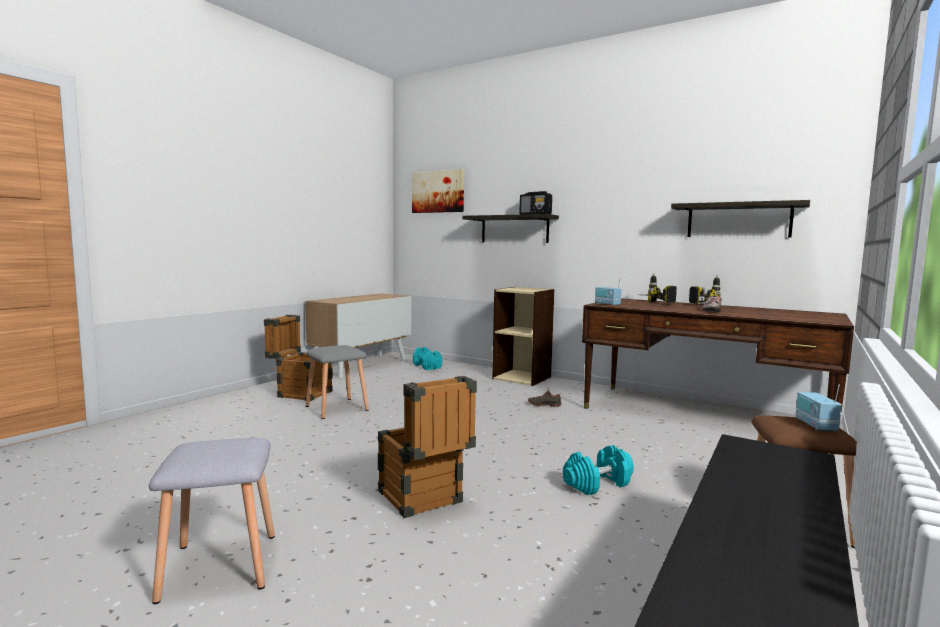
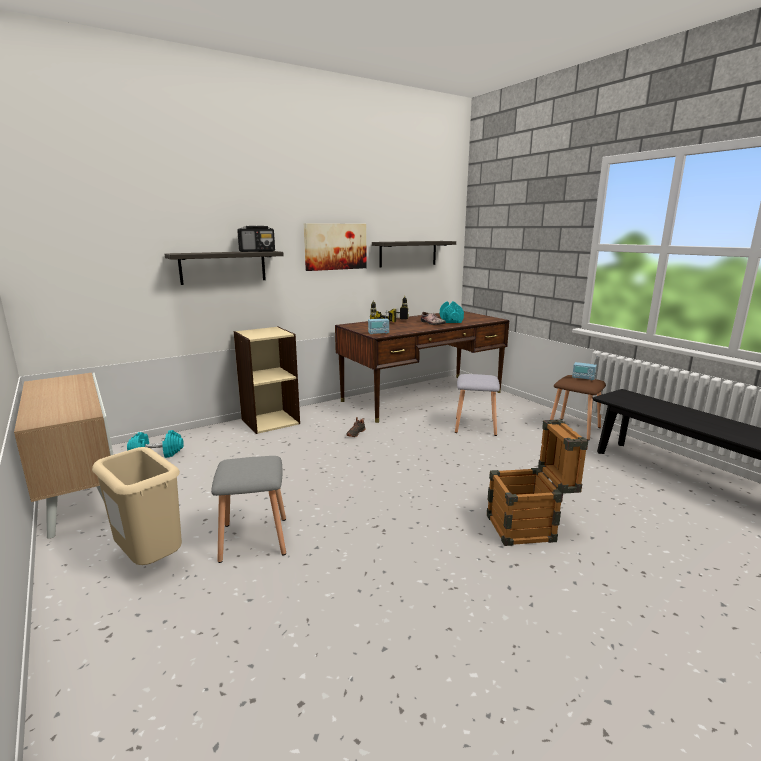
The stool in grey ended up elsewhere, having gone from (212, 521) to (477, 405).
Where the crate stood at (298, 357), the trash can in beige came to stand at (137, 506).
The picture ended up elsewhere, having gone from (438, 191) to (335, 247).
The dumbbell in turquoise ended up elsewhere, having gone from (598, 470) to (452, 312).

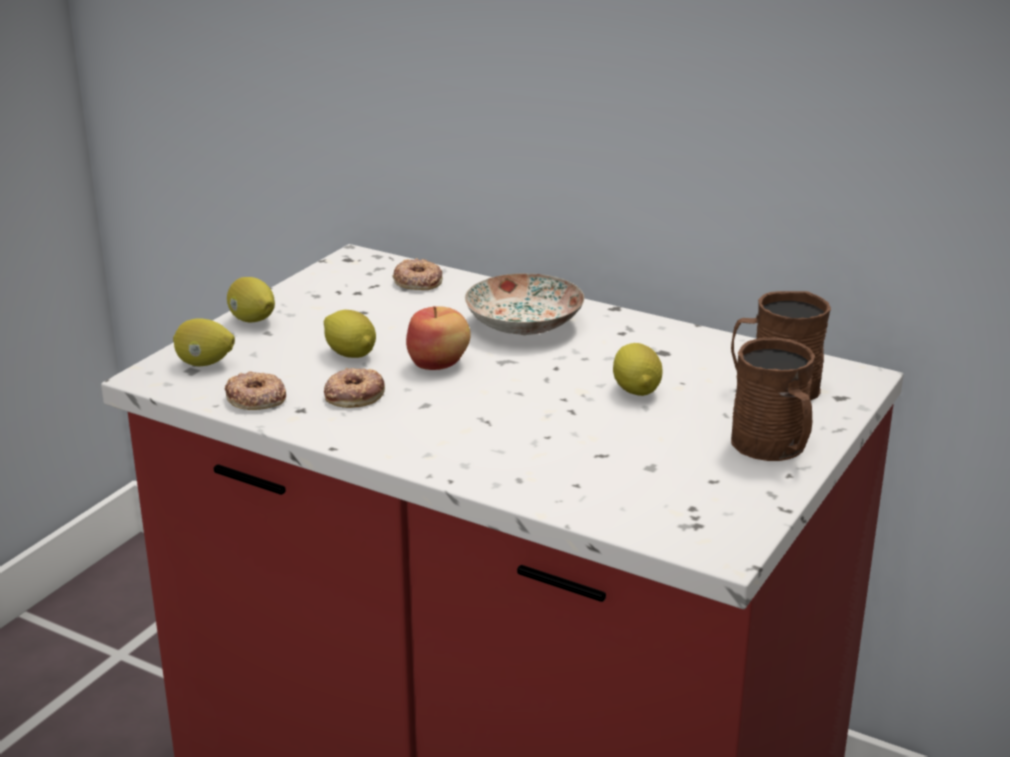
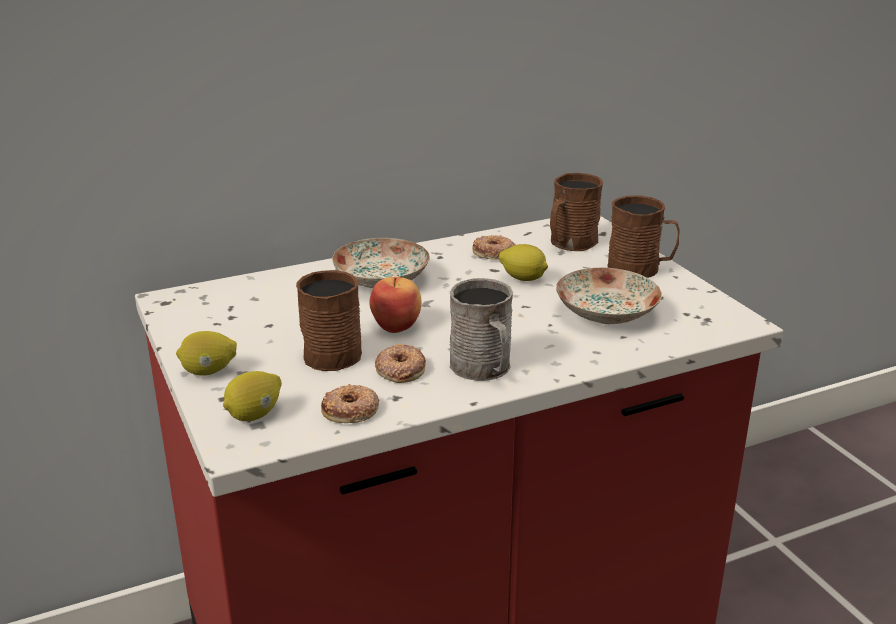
Where the lemon stood at (350, 334), the mug in brown came to stand at (329, 320).
The donut ended up elsewhere, having gone from (417, 274) to (494, 247).
The second view gained the mug in grey at (481, 329).
The second view gained the plate at (609, 296).

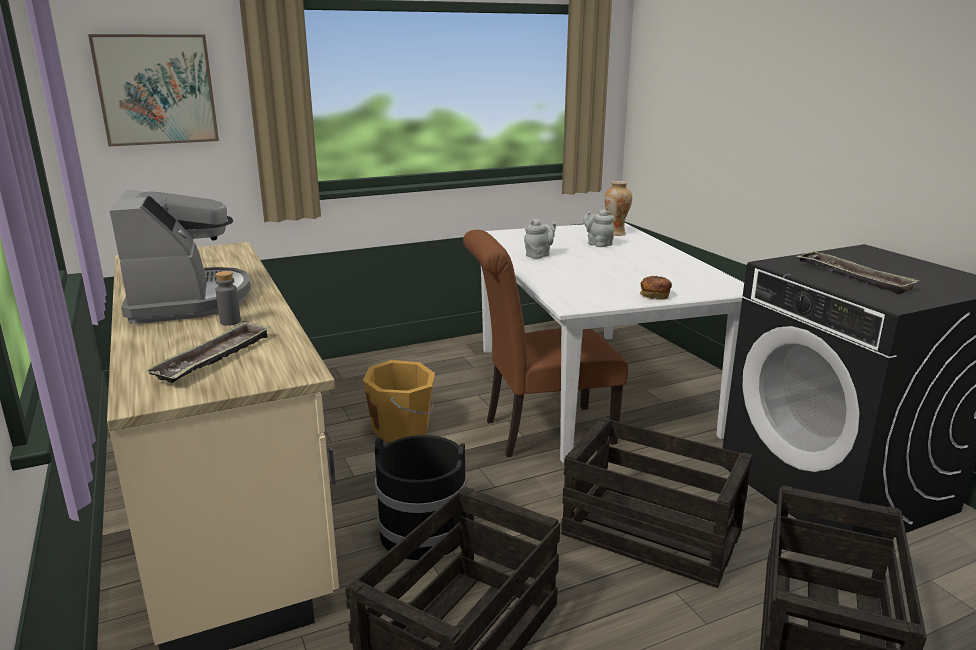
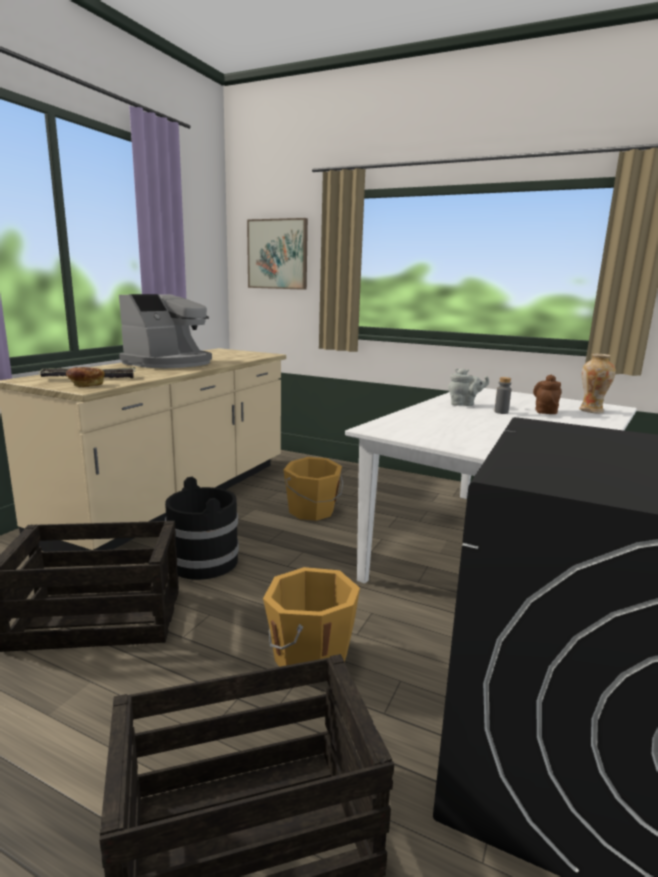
The bottle in grey ended up elsewhere, having gone from (228, 298) to (502, 395).
The second view lost the chair in brown at (545, 343).
Where the crate stood at (657, 502), the bucket in orange came to stand at (311, 617).
What was the teapot in grey at (598, 228) turned into the teapot in brown at (547, 394).
The bread ended up elsewhere, having gone from (656, 288) to (85, 377).
The second view lost the tray at (858, 272).

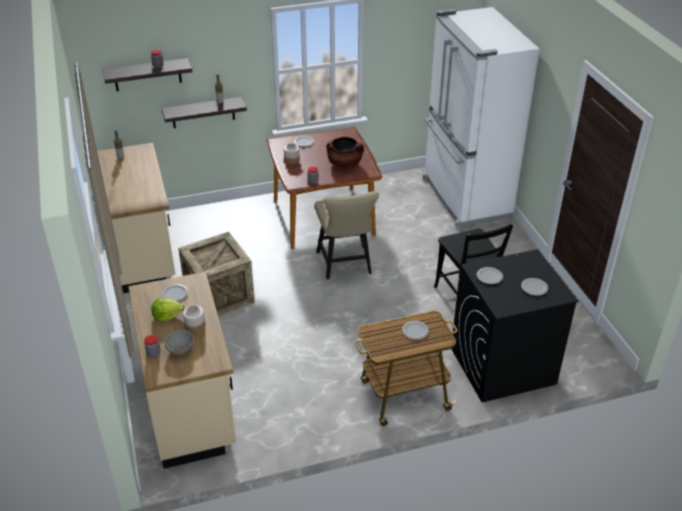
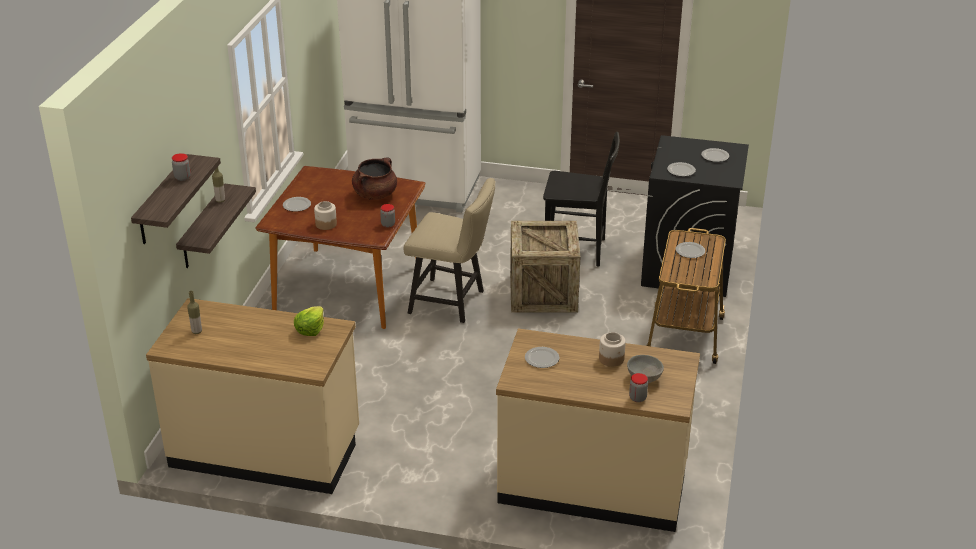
The lettuce ended up elsewhere, having gone from (167, 310) to (309, 321).
The crate ended up elsewhere, having gone from (216, 274) to (545, 267).

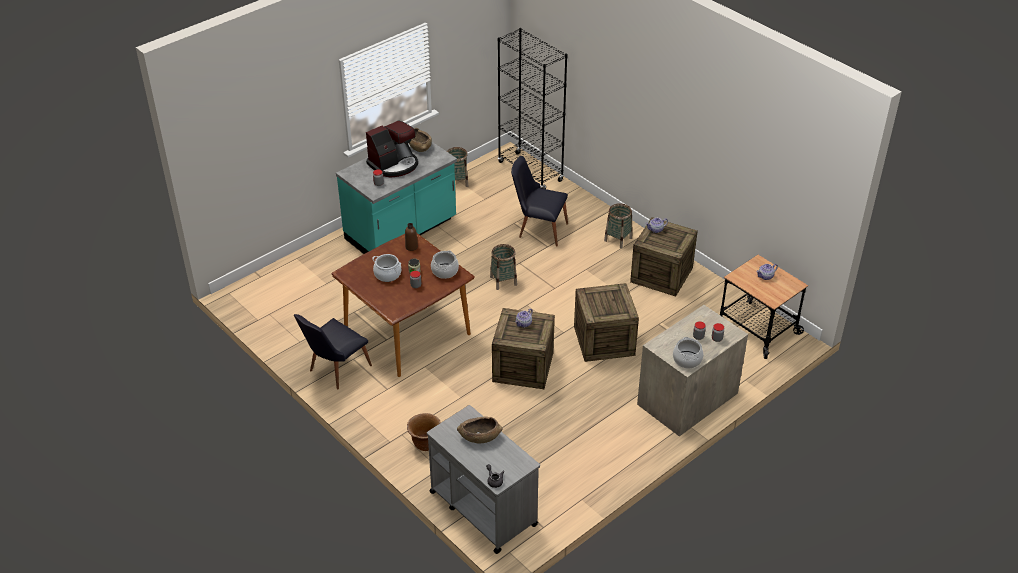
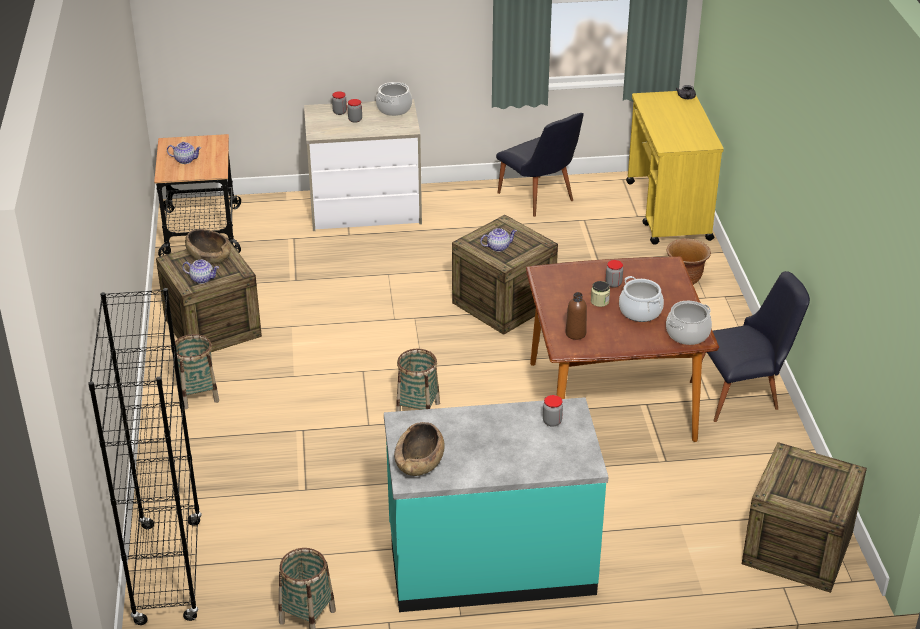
The second view lost the coffee machine at (392, 149).
What was the cart in grey at (483, 479) turned into the cart in yellow at (675, 168).
The cooking pot ended up elsewhere, having gone from (445, 264) to (689, 323).
The bowl in brown ended up elsewhere, having gone from (480, 429) to (208, 246).
The chair in black ended up elsewhere, having gone from (539, 201) to (540, 165).
The crate ended up elsewhere, having gone from (606, 322) to (804, 517).

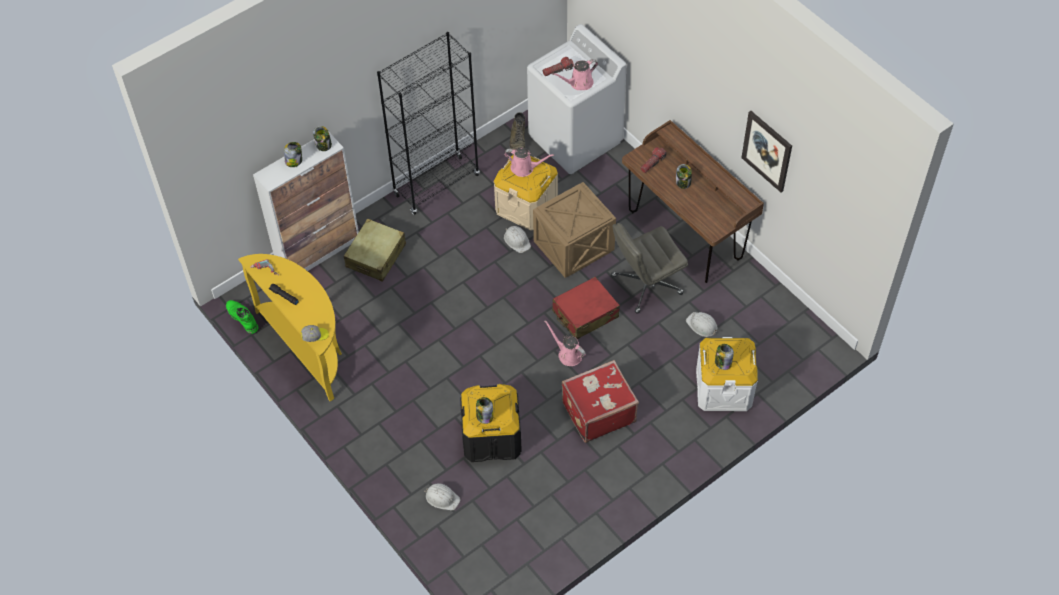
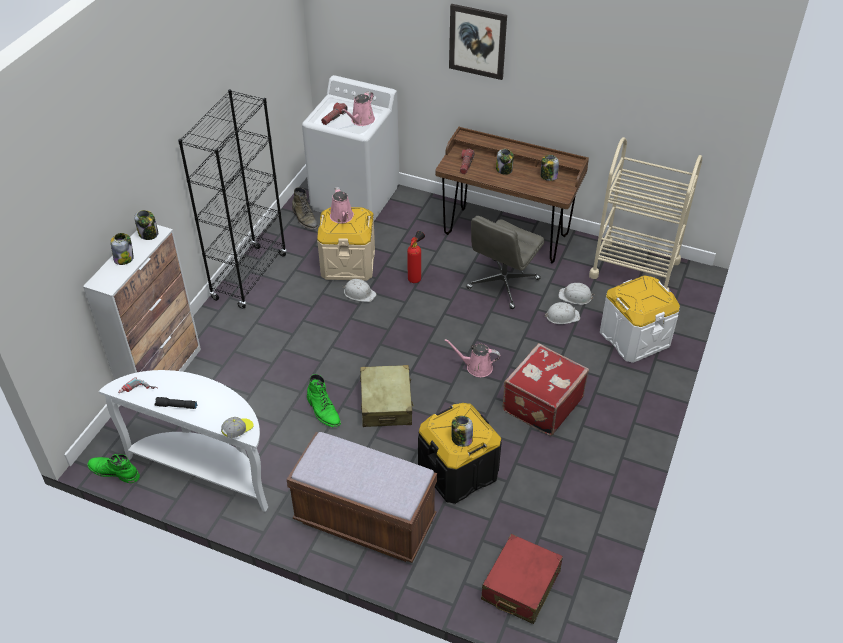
What was the console table in yellow at (290, 327) turned into the console table in white at (183, 441).
The suitcase in beige ended up elsewhere, having gone from (375, 250) to (387, 396).
The hard hat in white ended up elsewhere, having gone from (442, 496) to (562, 313).
The watering can in pink at (529, 162) ended up facing another way, 90 degrees clockwise from before.
Where the crate stood at (574, 230), the fire extinguisher came to stand at (416, 257).
The suitcase in red ended up elsewhere, having gone from (586, 308) to (522, 579).
The jar ended up elsewhere, having gone from (724, 357) to (550, 168).
The picture ended up elsewhere, having gone from (766, 151) to (478, 42).
The second view gained the bench in brown at (361, 497).
The second view gained the boot in green at (324, 400).
The second view gained the cart in beige at (645, 214).

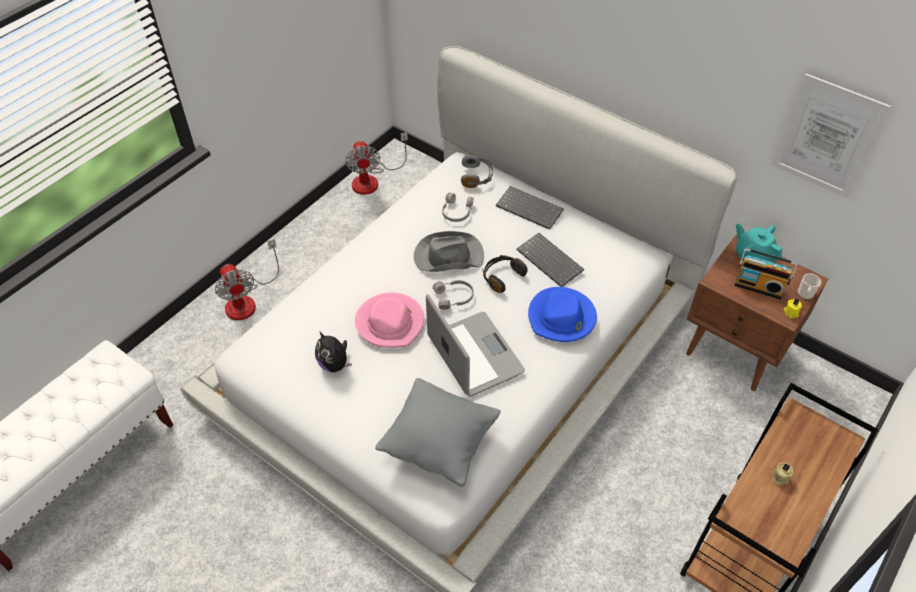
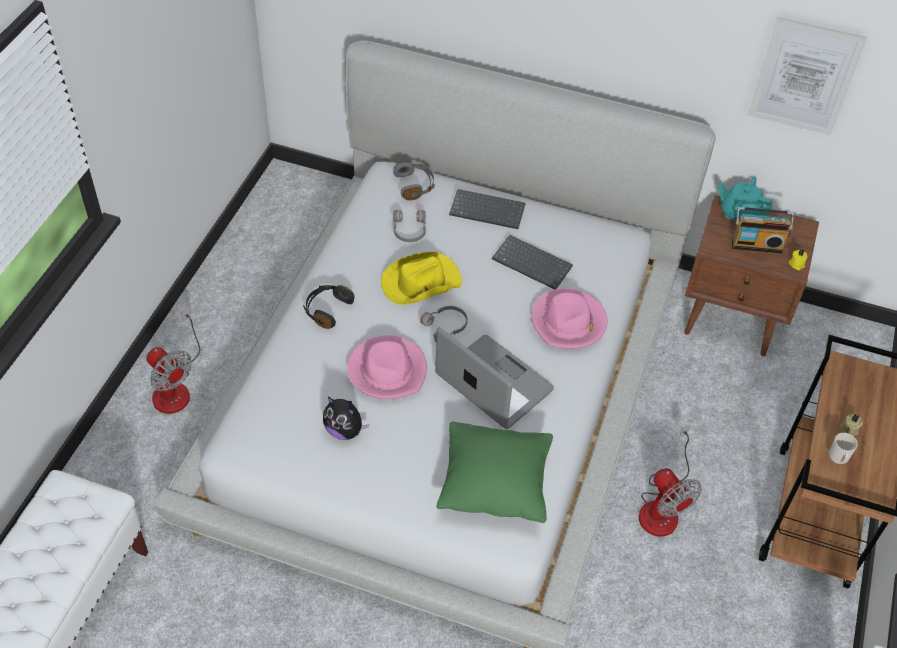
The fan ended up elsewhere, having gone from (376, 163) to (670, 481).
What was the pillow in grey at (438, 432) turned into the pillow in green at (495, 472).
What was the hat in grey at (449, 251) turned into the hat in yellow at (421, 278).
The headphones in black ended up elsewhere, having gone from (505, 274) to (329, 307).
What was the hat in blue at (562, 314) turned into the hat in pink at (570, 319).
The mug ended up elsewhere, having gone from (809, 286) to (843, 448).

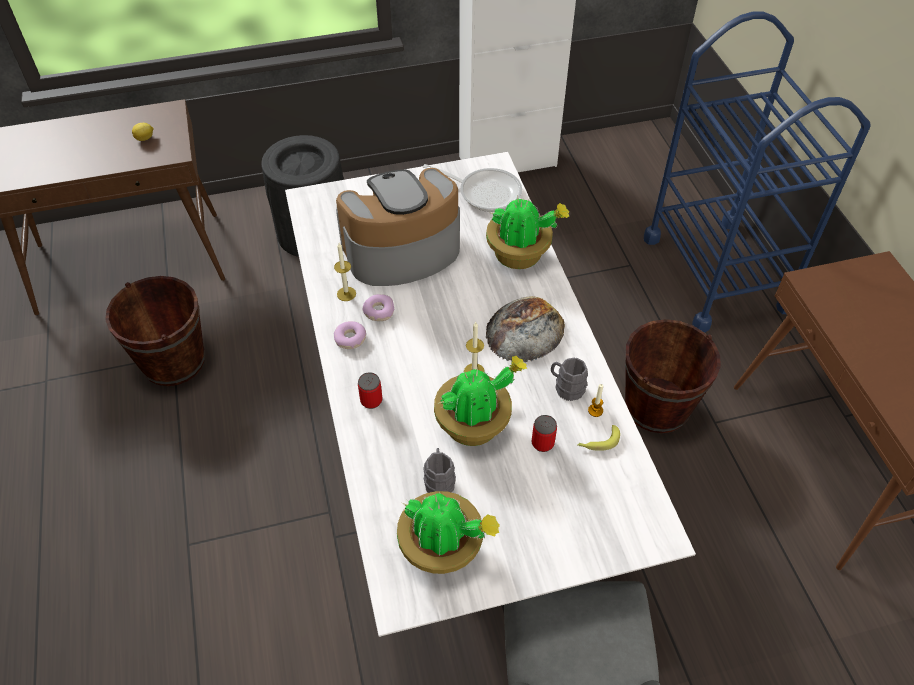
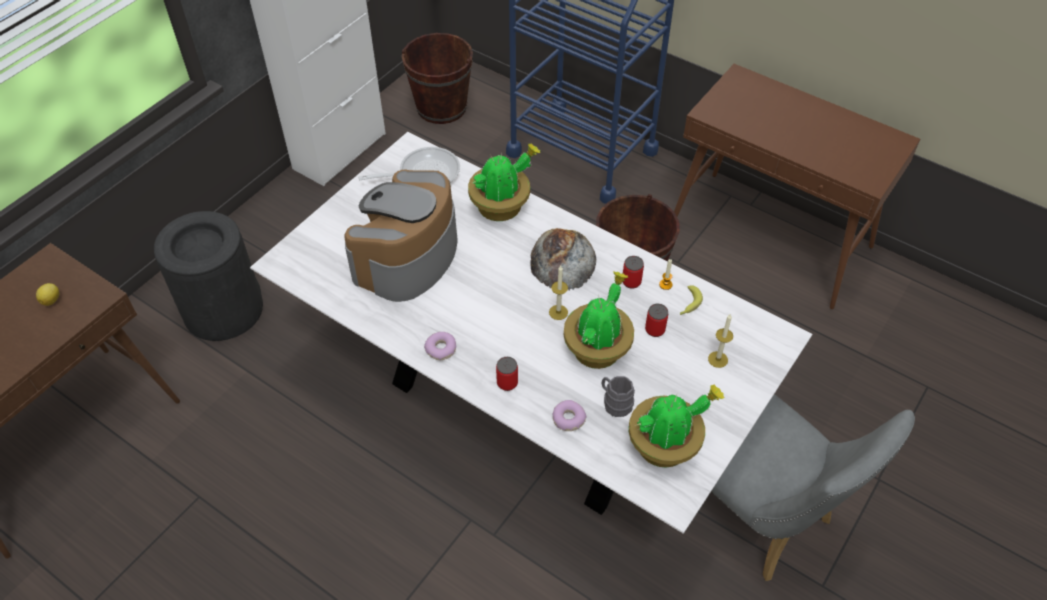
The bucket in brown ended up elsewhere, having gone from (155, 331) to (437, 78).
The candle ended up elsewhere, having gone from (345, 272) to (720, 341).
The donut ended up elsewhere, having gone from (379, 307) to (569, 415).
Where the mug in grey stood at (569, 379), the can came to stand at (633, 272).

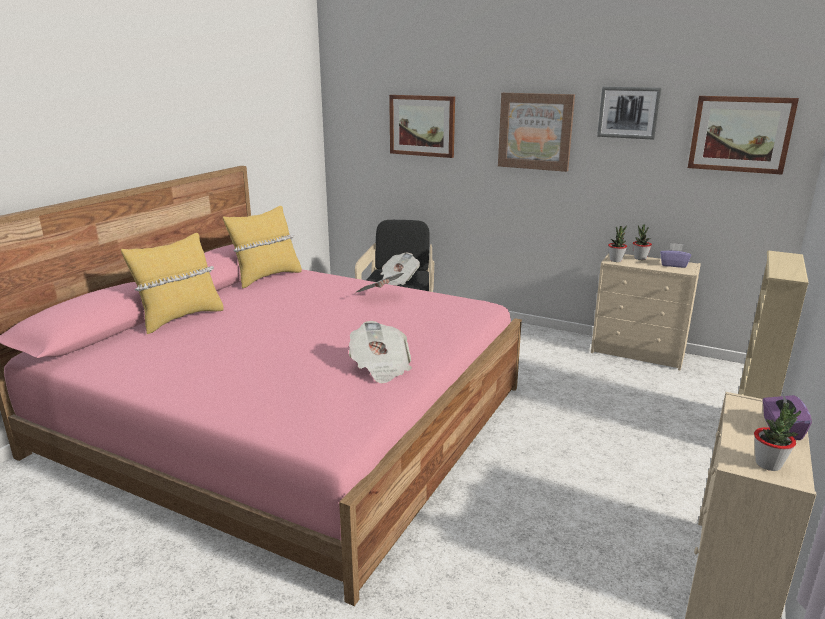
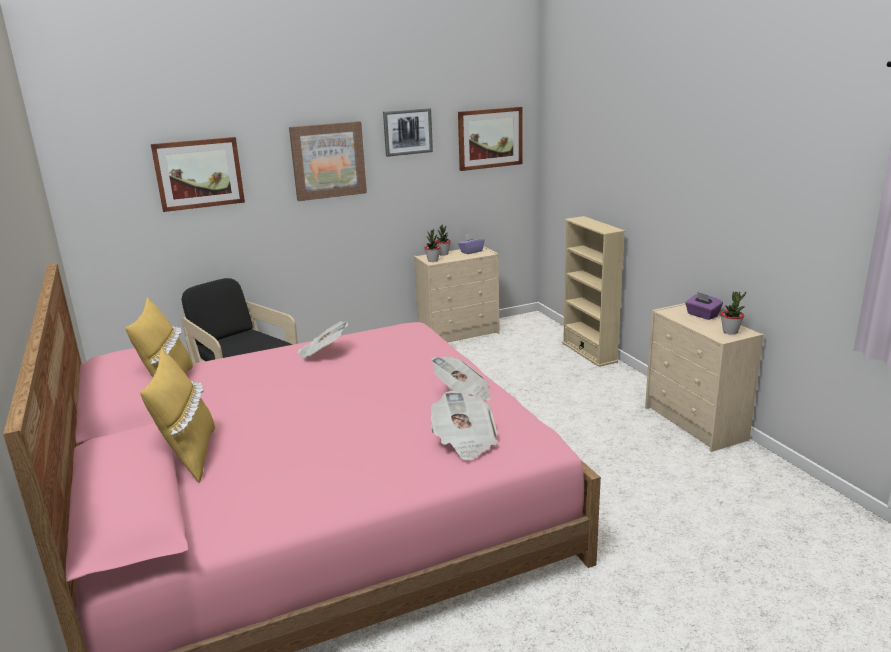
The newspaper ended up elsewhere, having gone from (400, 268) to (464, 426).

